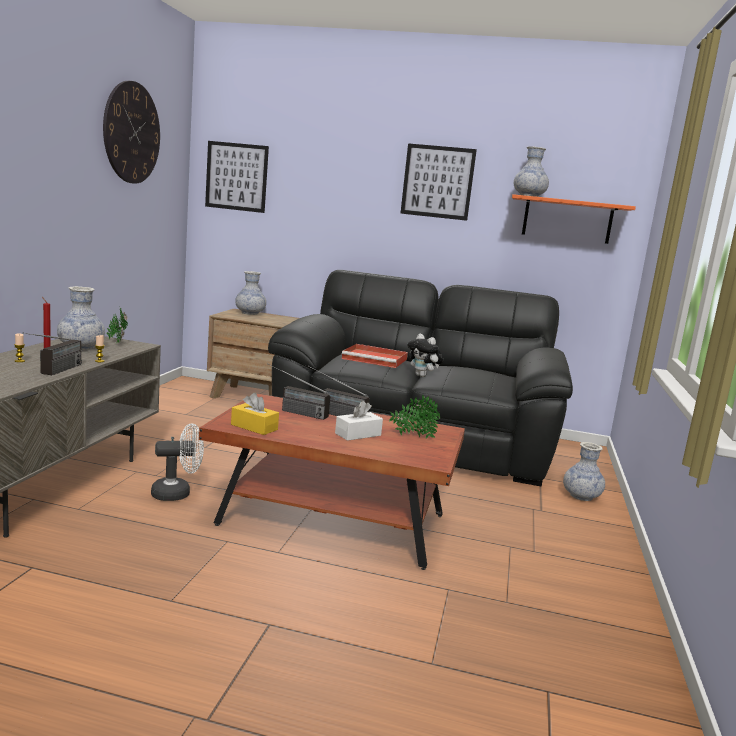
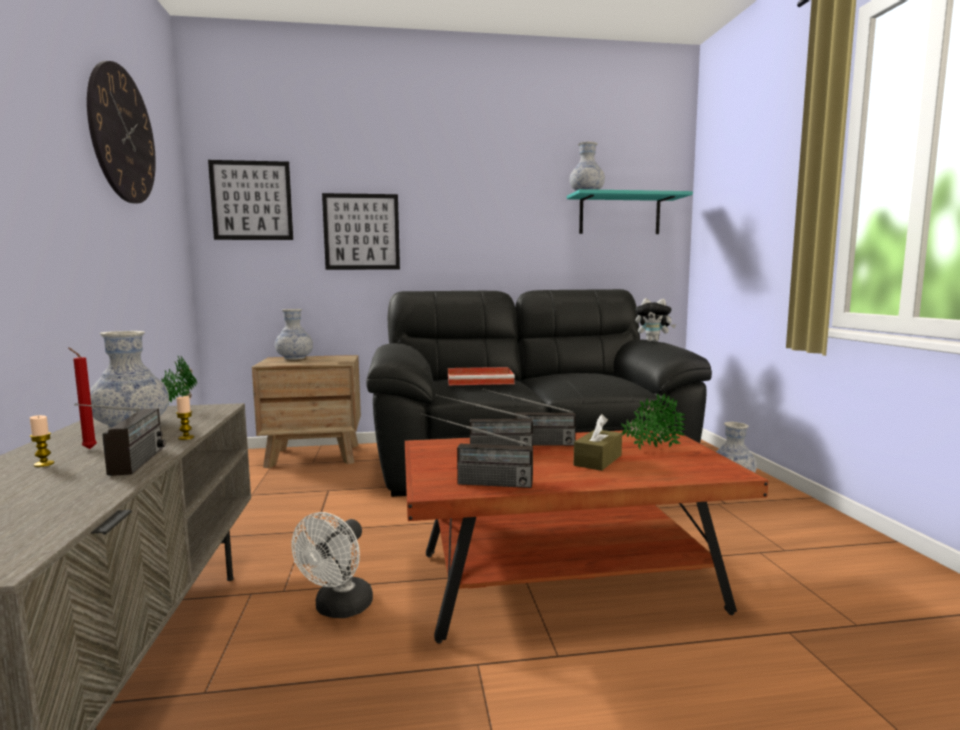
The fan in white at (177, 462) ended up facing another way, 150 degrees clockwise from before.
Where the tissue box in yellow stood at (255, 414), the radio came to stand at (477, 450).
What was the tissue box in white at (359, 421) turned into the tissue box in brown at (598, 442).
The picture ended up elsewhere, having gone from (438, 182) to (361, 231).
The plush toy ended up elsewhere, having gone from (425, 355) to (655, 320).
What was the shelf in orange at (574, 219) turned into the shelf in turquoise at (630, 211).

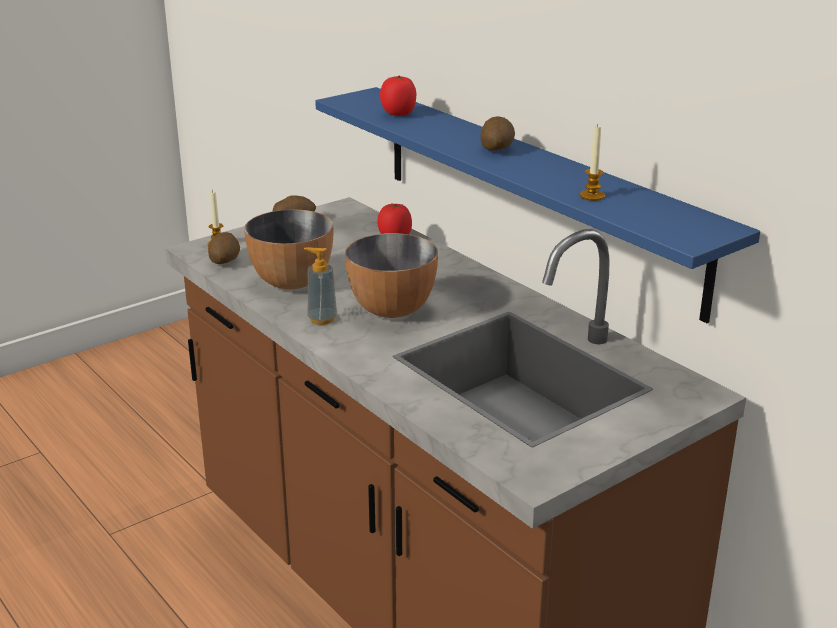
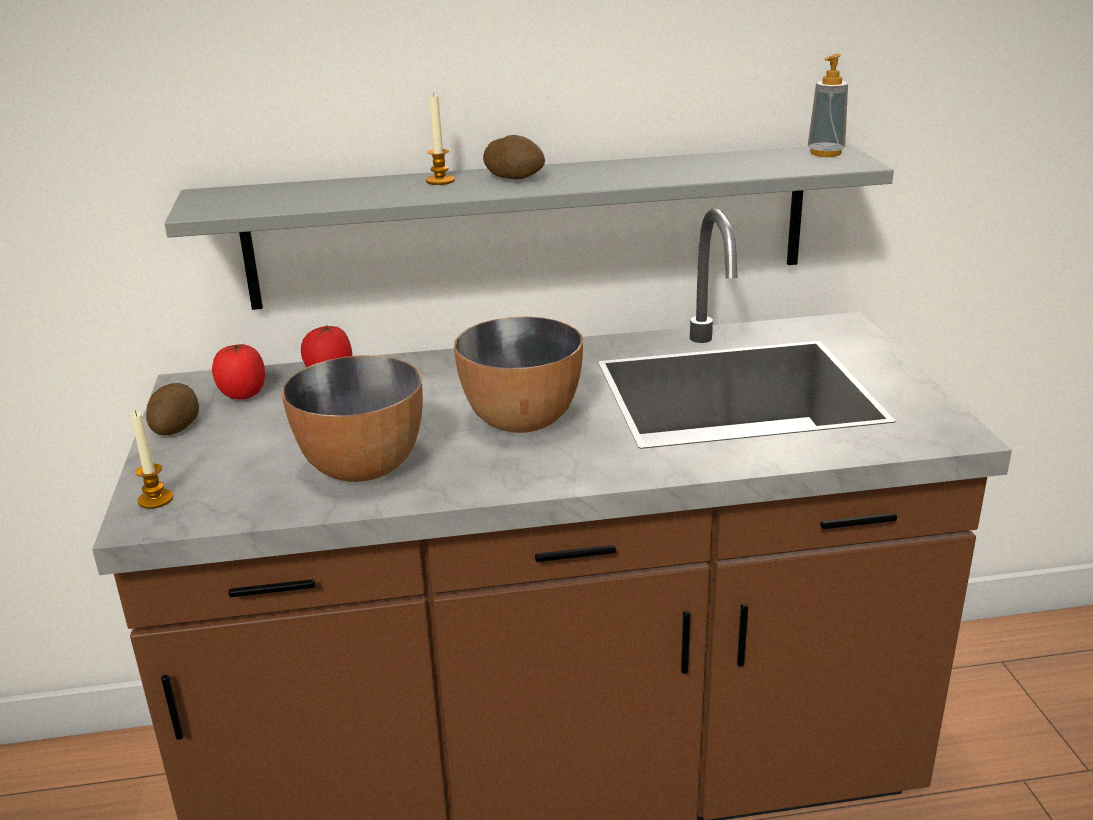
The second view lost the potato at (224, 248).
The soap dispenser ended up elsewhere, having gone from (320, 286) to (828, 105).
What was the shelf in blue at (537, 205) turned into the shelf in grey at (529, 227).
The tomato ended up elsewhere, having gone from (398, 96) to (238, 371).
The candle ended up elsewhere, having gone from (592, 162) to (440, 139).

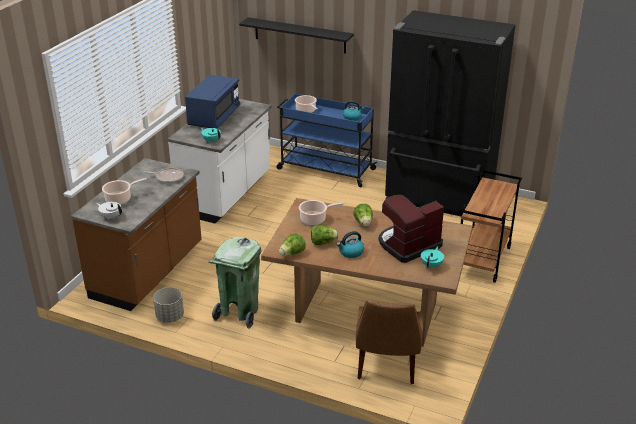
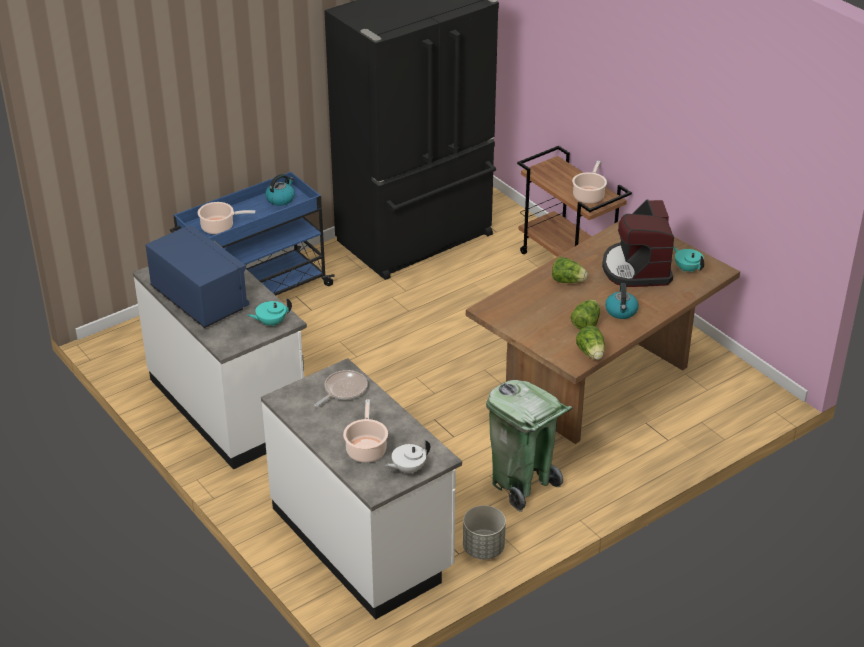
What was the counter in brown at (136, 234) turned into the counter in white at (361, 488).
The second view lost the shelf in black at (296, 35).
The cooking pot ended up elsewhere, having gone from (321, 212) to (589, 182).
The second view lost the chair in brown at (390, 342).

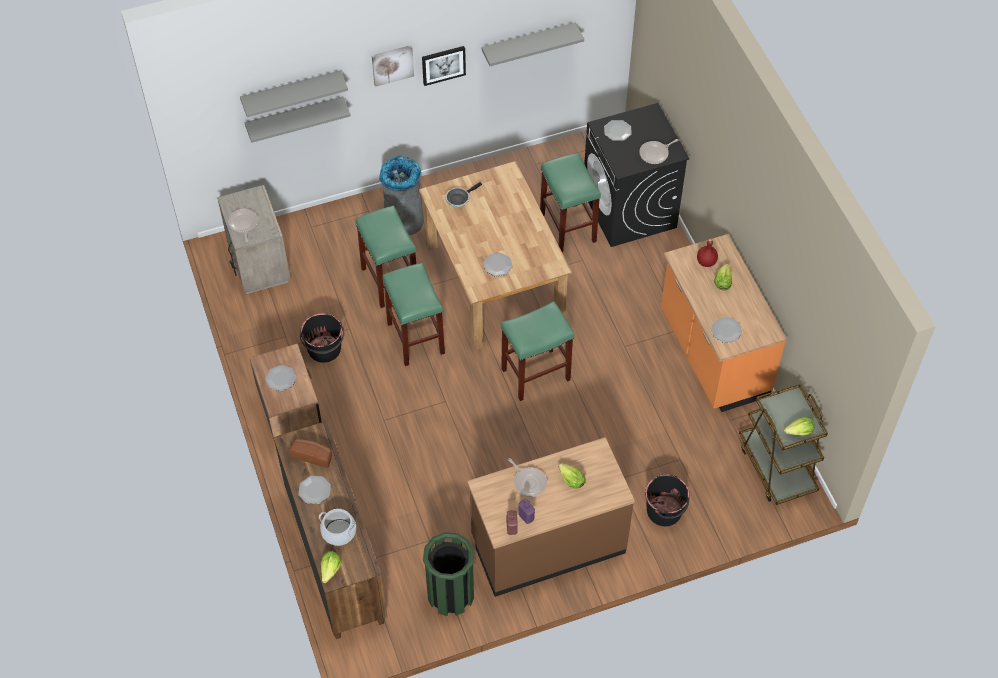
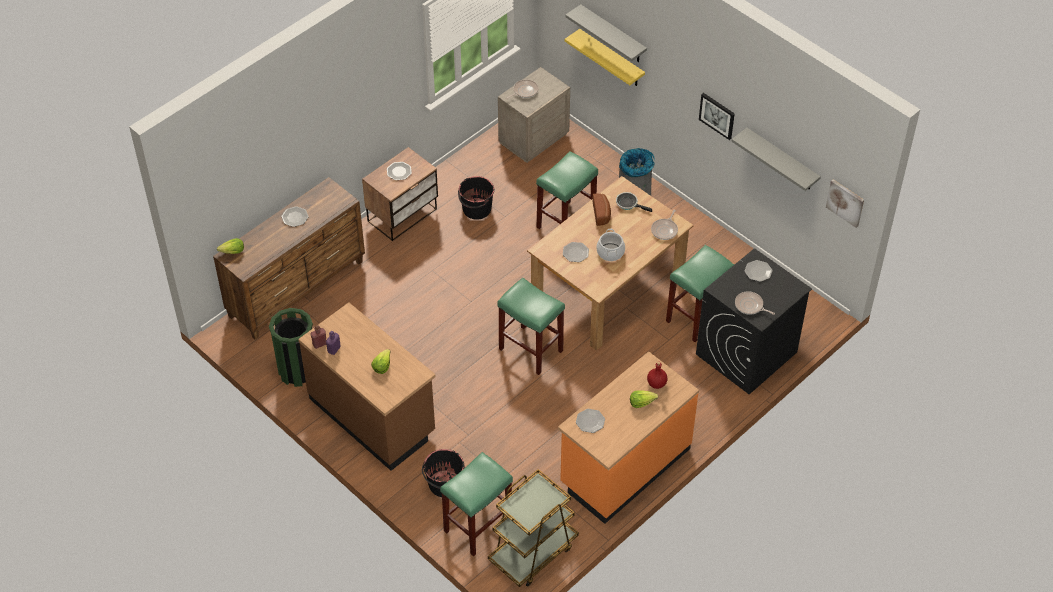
What was the shelf in grey at (297, 119) turned into the shelf in yellow at (605, 57).
The bread ended up elsewhere, having gone from (310, 453) to (601, 209).
The cooking pot ended up elsewhere, having gone from (337, 527) to (611, 245).
The picture ended up elsewhere, having gone from (393, 66) to (845, 204).
The stool in green ended up elsewhere, having gone from (413, 314) to (476, 504).
The frying pan ended up elsewhere, having gone from (527, 477) to (664, 225).
The second view lost the lettuce at (799, 425).

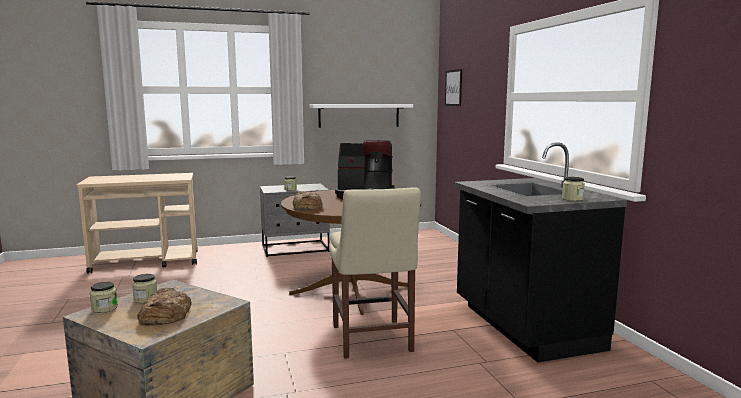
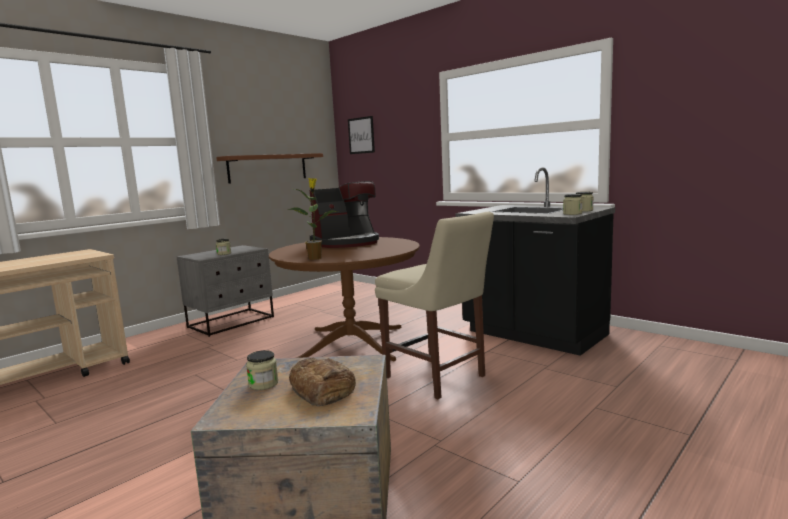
The jar ended up elsewhere, having gone from (104, 297) to (572, 204).
Where the bread stood at (308, 200), the potted plant came to stand at (313, 219).
What was the shelf in white at (361, 116) turned into the shelf in brown at (269, 168).

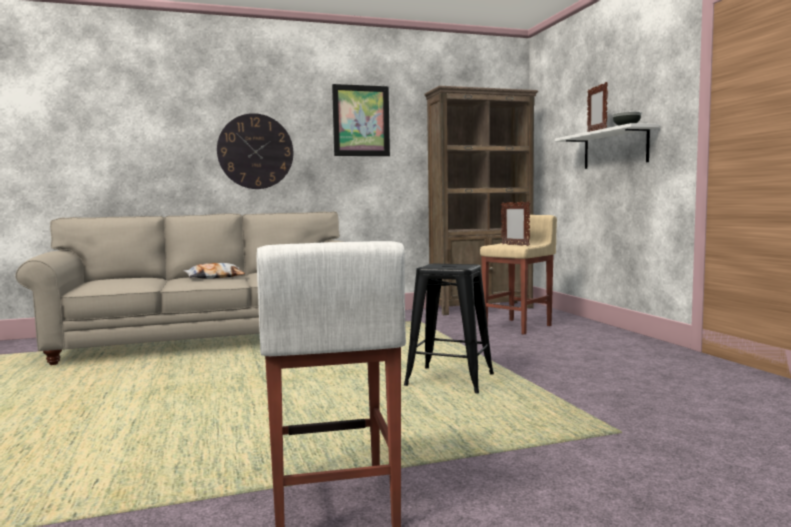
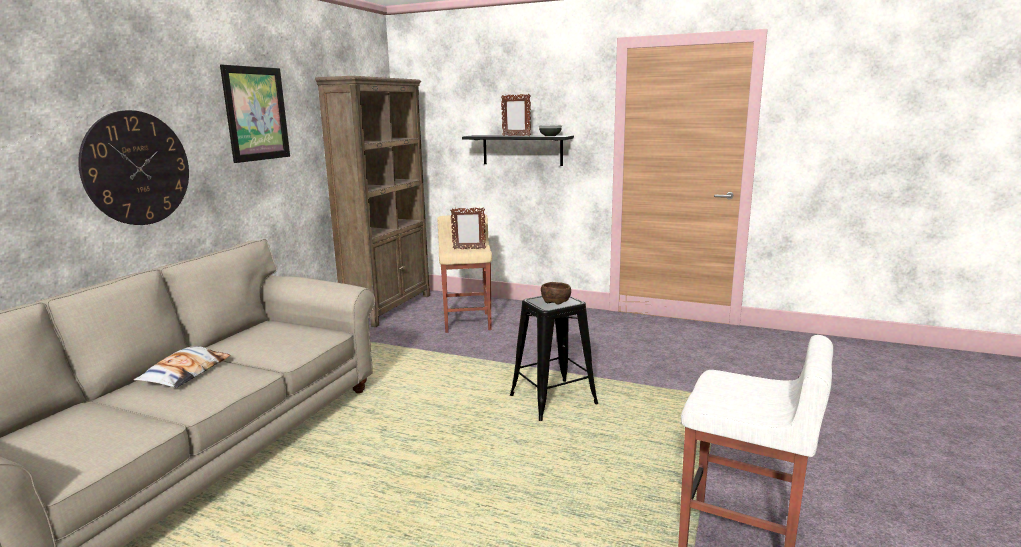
What was the shelf in white at (607, 146) turned into the shelf in black at (518, 150).
The second view gained the bowl in brown at (556, 293).

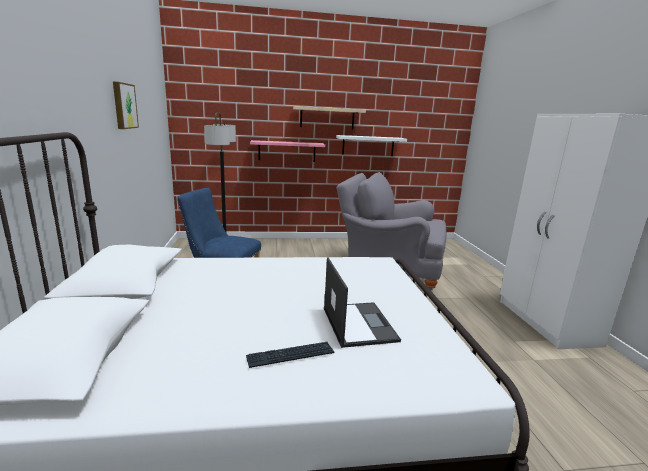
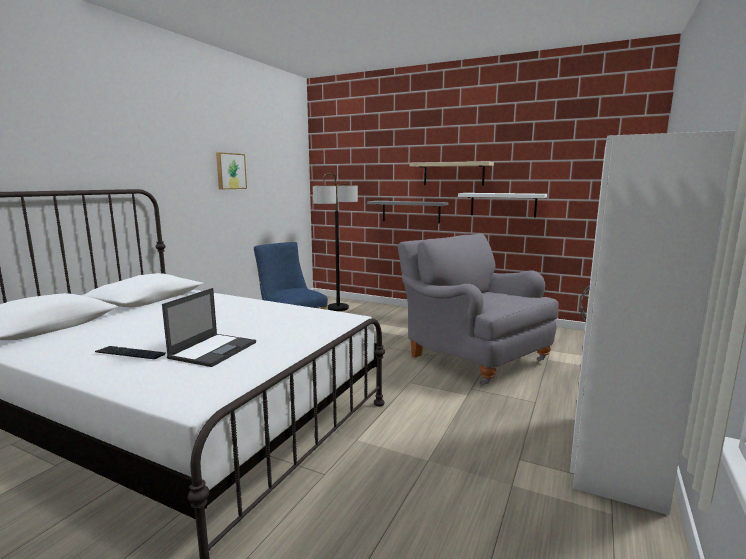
What was the shelf in pink at (287, 151) turned into the shelf in grey at (407, 212).

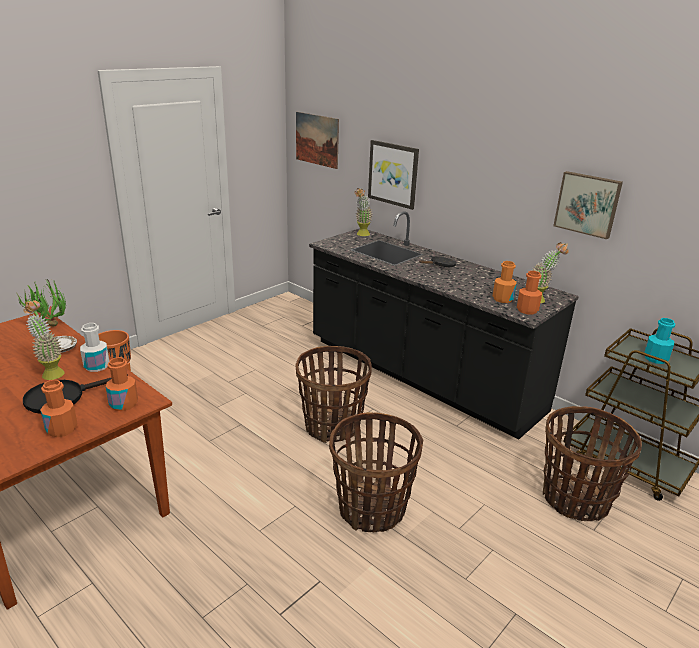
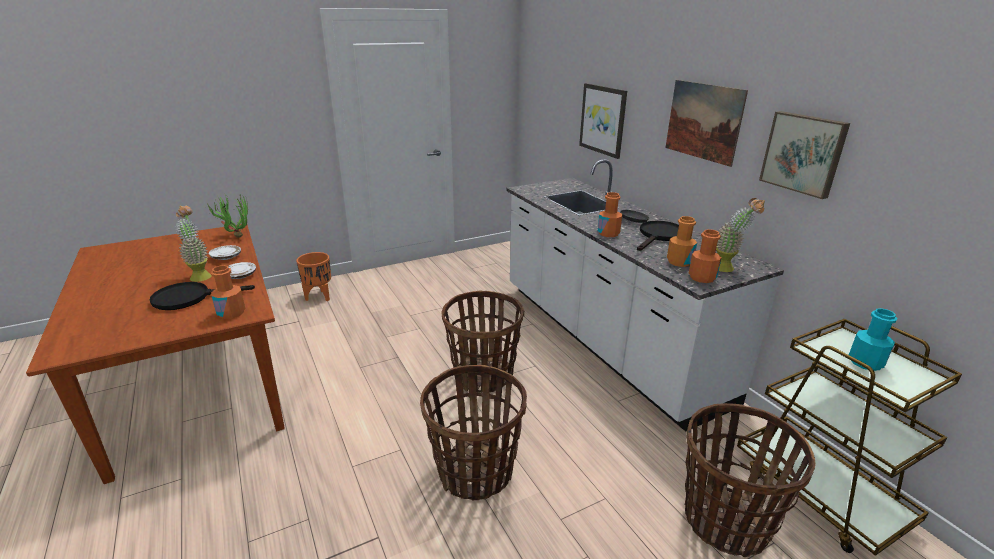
The bottle in orange ended up elsewhere, having gone from (59, 408) to (610, 214).
Where the bottle in white stood at (94, 347), the plate in white came to stand at (242, 270).
The picture ended up elsewhere, having gone from (317, 140) to (706, 123).
What was the counter in black at (444, 325) turned into the counter in white at (645, 295).
The second view lost the potted plant at (363, 212).
The second view gained the frying pan in black at (658, 236).

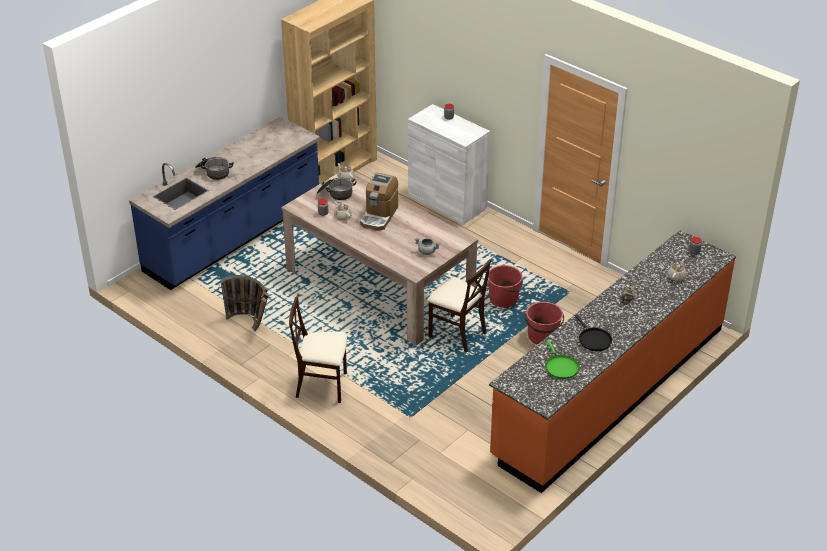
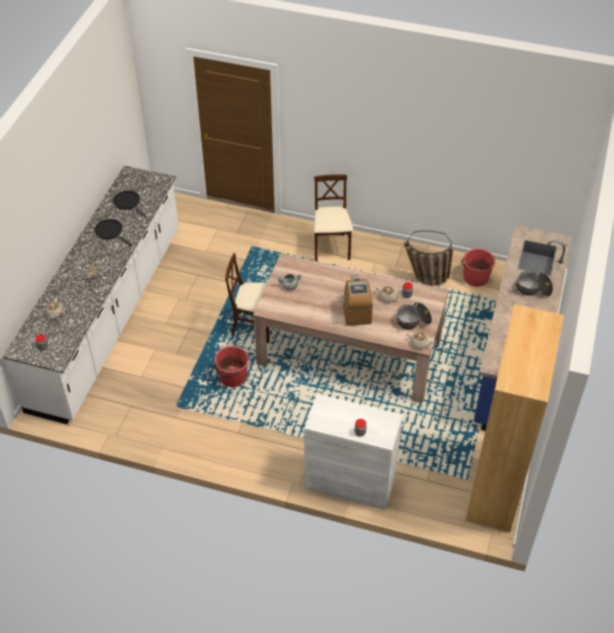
The chair in beige at (318, 350) ended up facing another way, 75 degrees counterclockwise from before.
What was the counter in orange at (612, 361) turned into the counter in white at (91, 295).
The bucket in red ended up elsewhere, having gone from (544, 323) to (478, 267).
What was the frying pan in green at (562, 359) turned into the frying pan in black at (130, 204).

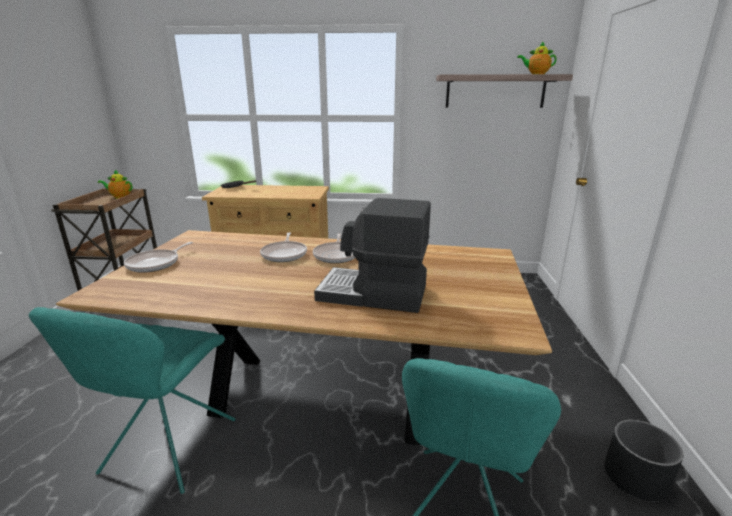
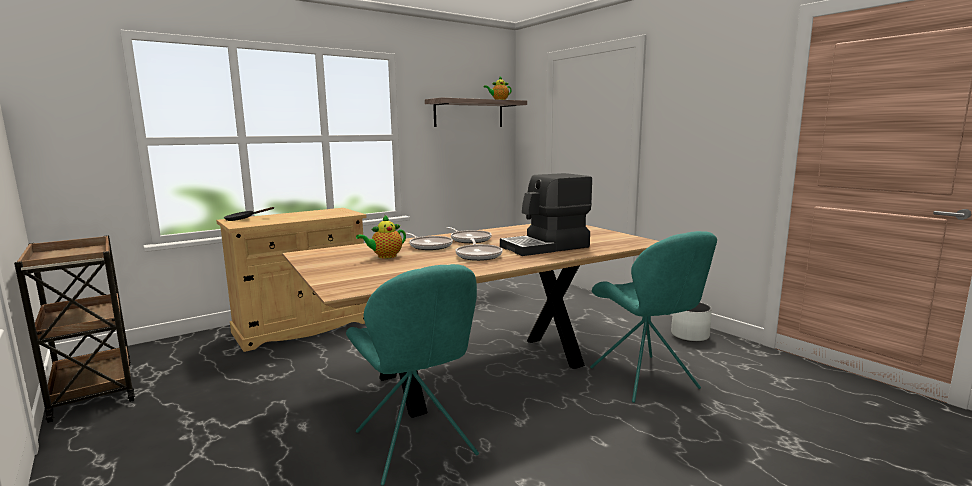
The teapot ended up elsewhere, having gone from (115, 184) to (381, 236).
The frying pan ended up elsewhere, having gone from (158, 257) to (479, 249).
What was the planter in black at (644, 461) turned into the planter in white at (691, 322).

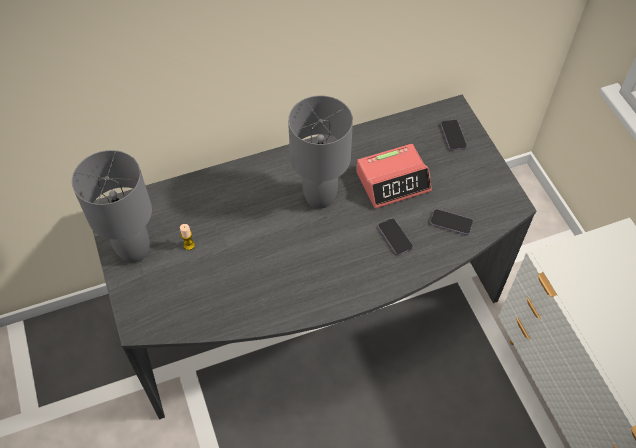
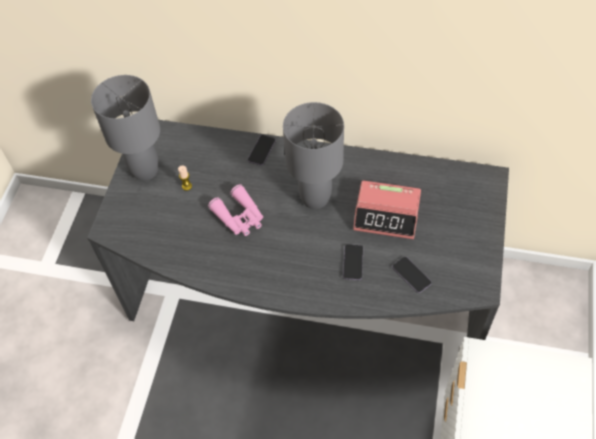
The phone ended up elsewhere, having gone from (454, 135) to (262, 150).
The second view gained the binoculars in pink at (235, 210).

